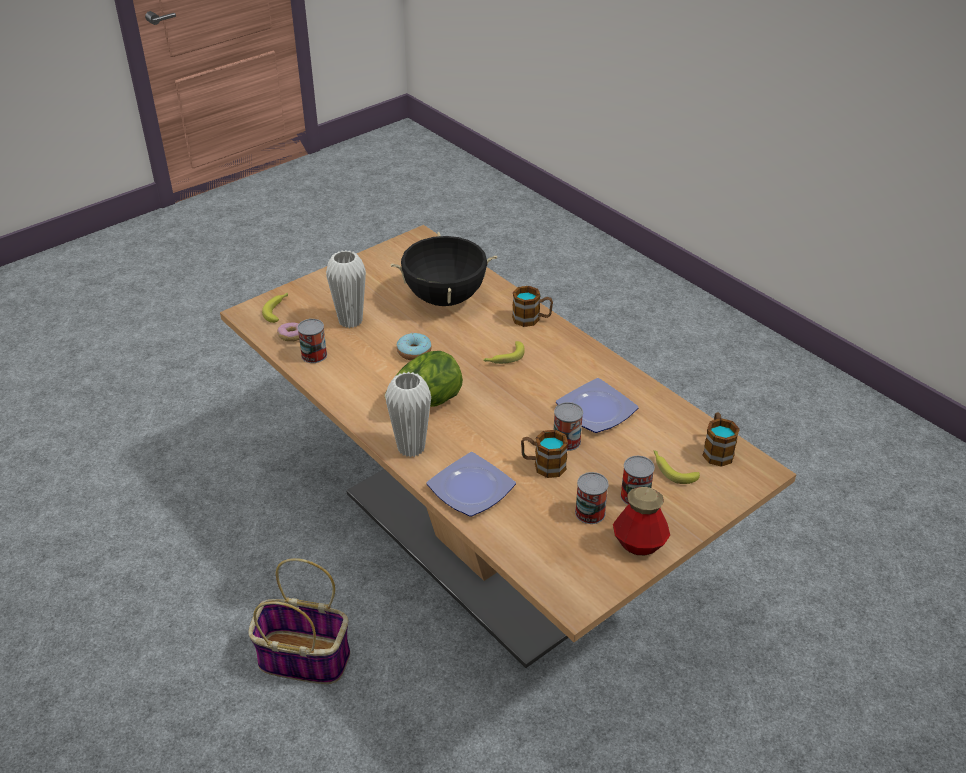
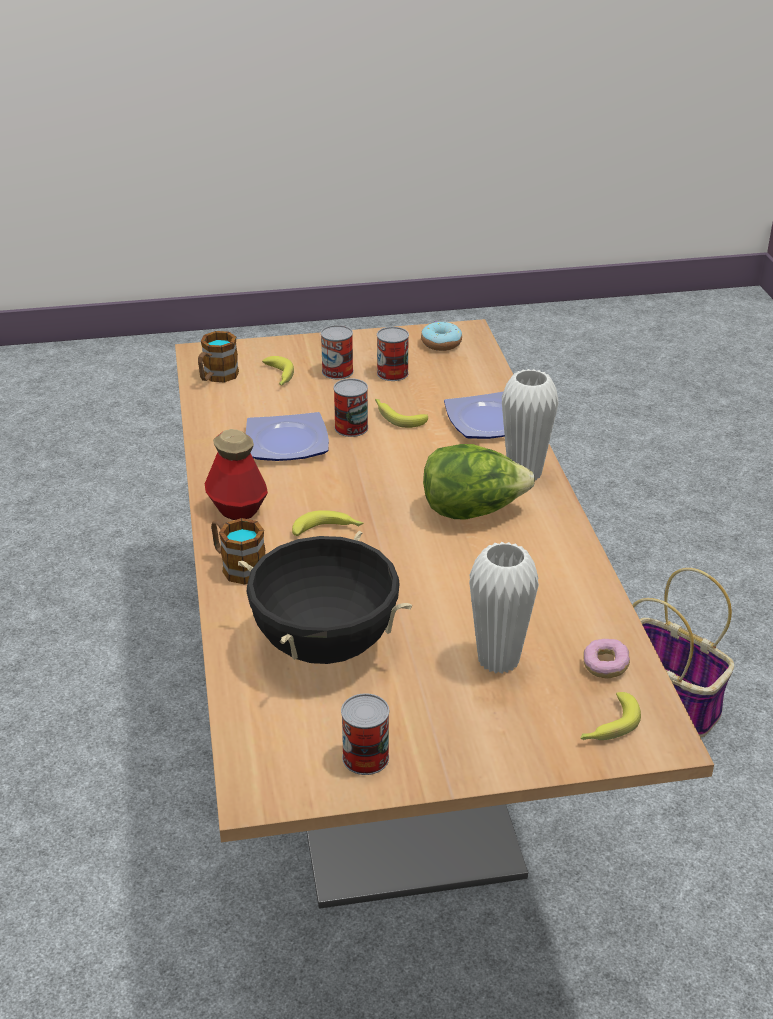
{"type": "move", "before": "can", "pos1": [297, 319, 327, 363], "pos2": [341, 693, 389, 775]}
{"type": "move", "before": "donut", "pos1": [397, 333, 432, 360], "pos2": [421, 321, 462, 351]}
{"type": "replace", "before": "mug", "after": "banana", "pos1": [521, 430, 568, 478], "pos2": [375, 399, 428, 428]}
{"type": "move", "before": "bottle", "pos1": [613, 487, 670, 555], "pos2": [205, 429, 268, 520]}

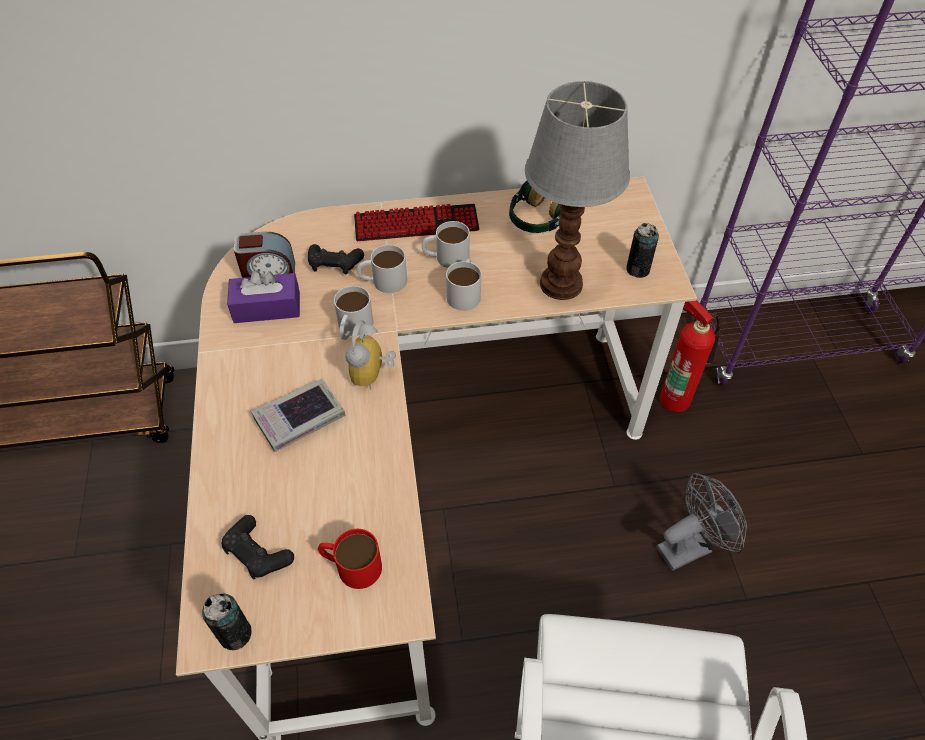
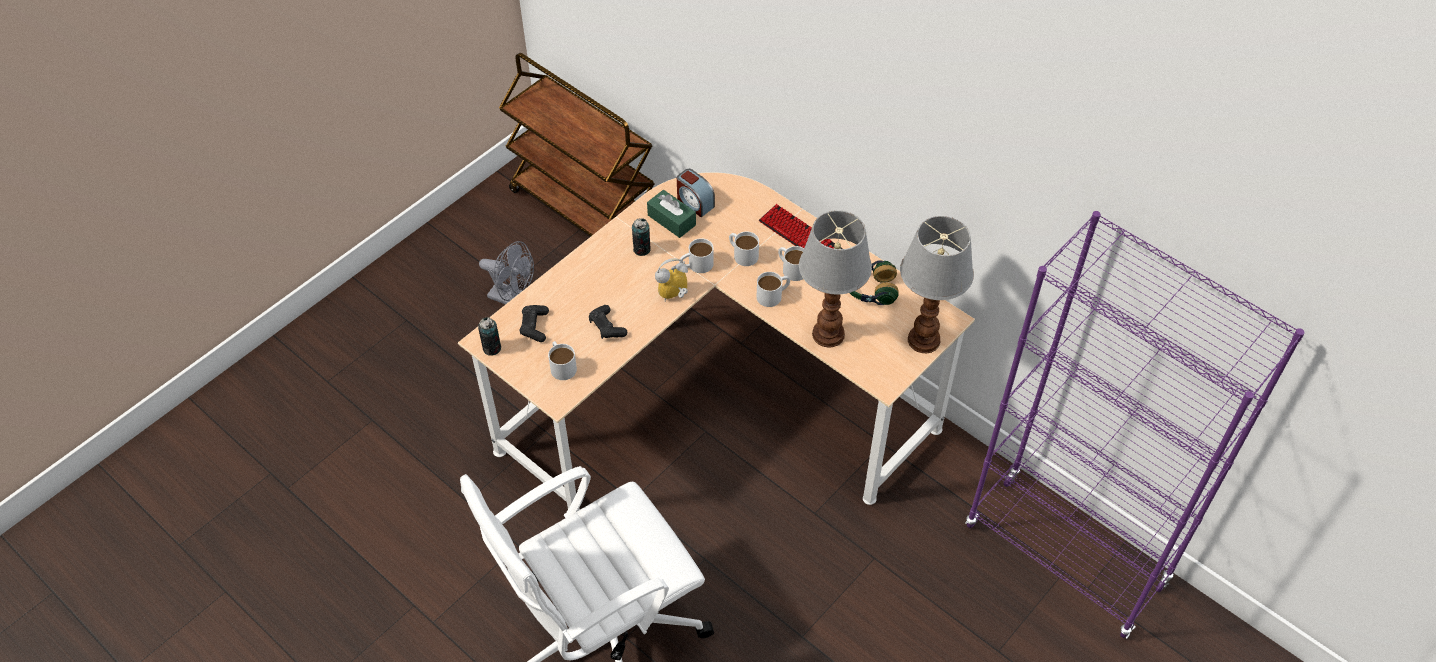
{"type": "move", "before": "can", "pos1": [626, 223, 659, 278], "pos2": [632, 218, 650, 256]}
{"type": "move", "before": "black game controller", "pos1": [308, 244, 364, 275], "pos2": [589, 305, 627, 339]}
{"type": "recolor", "before": "purple tissue box", "after": "green tissue box", "pos1": [227, 270, 300, 323], "pos2": [647, 190, 696, 238]}
{"type": "delete", "before": "fire extinguisher", "pos1": [660, 300, 721, 412]}
{"type": "delete", "before": "book", "pos1": [251, 379, 345, 452]}
{"type": "move", "before": "grey fan", "pos1": [657, 473, 747, 571], "pos2": [479, 241, 534, 305]}
{"type": "recolor", "before": "red mug", "after": "white mug", "pos1": [318, 529, 382, 589], "pos2": [548, 341, 577, 380]}
{"type": "insert", "after": "table lamp", "pos2": [900, 216, 974, 353]}

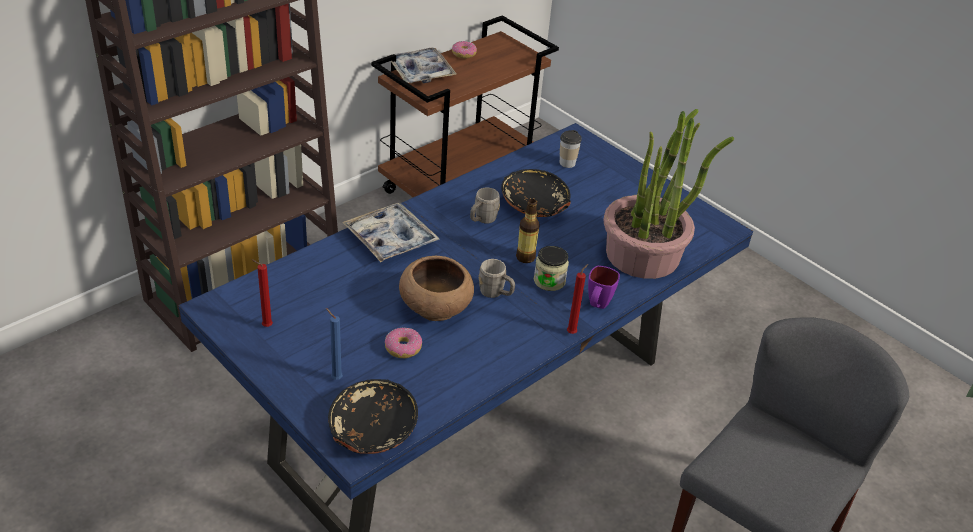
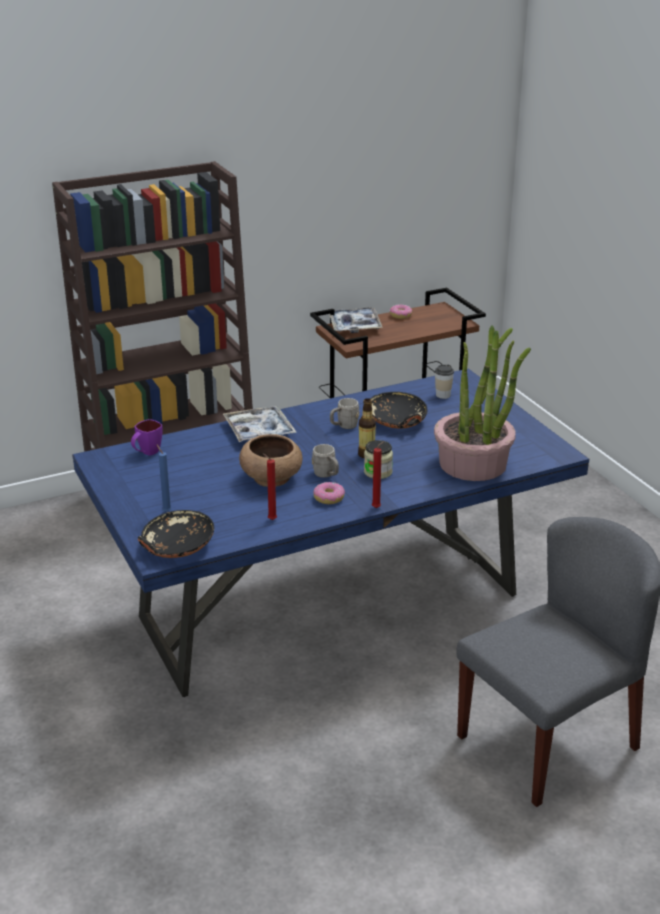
{"type": "move", "before": "red candle", "pos1": [252, 260, 273, 327], "pos2": [263, 454, 277, 520]}
{"type": "move", "before": "purple mug", "pos1": [588, 266, 620, 309], "pos2": [131, 419, 163, 456]}
{"type": "move", "before": "donut", "pos1": [385, 328, 422, 358], "pos2": [314, 482, 345, 504]}

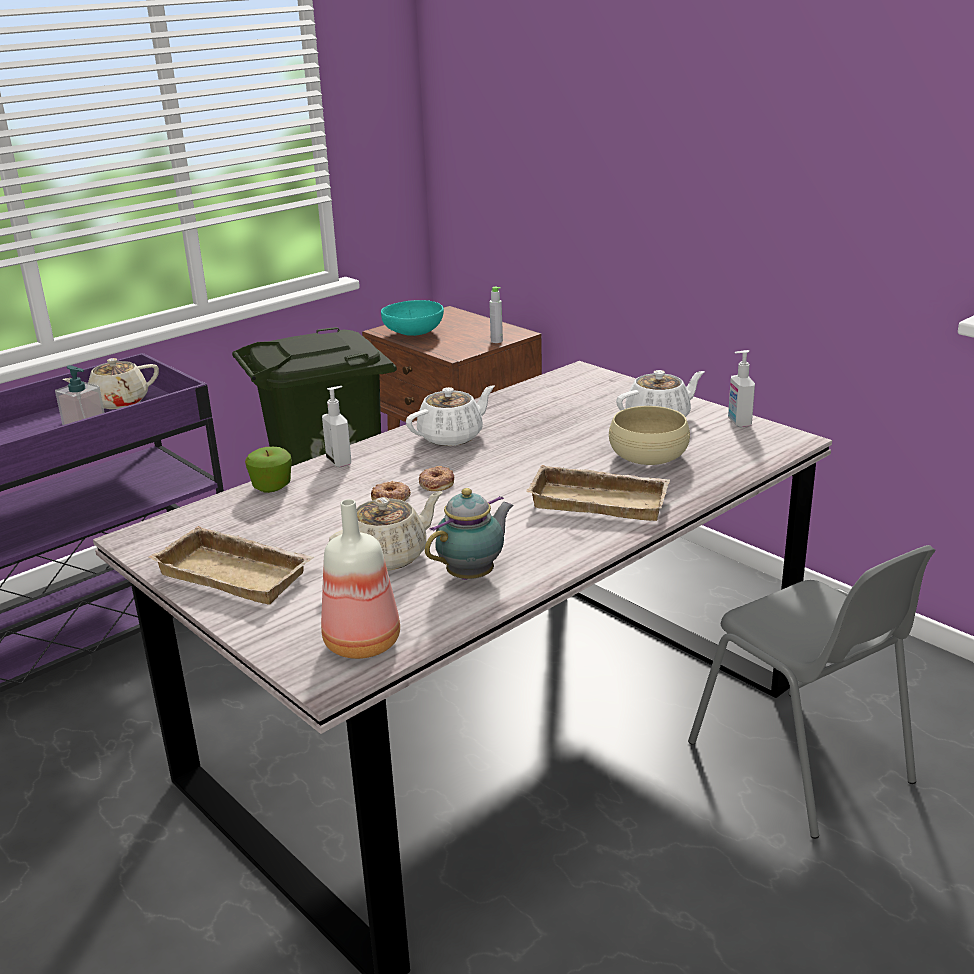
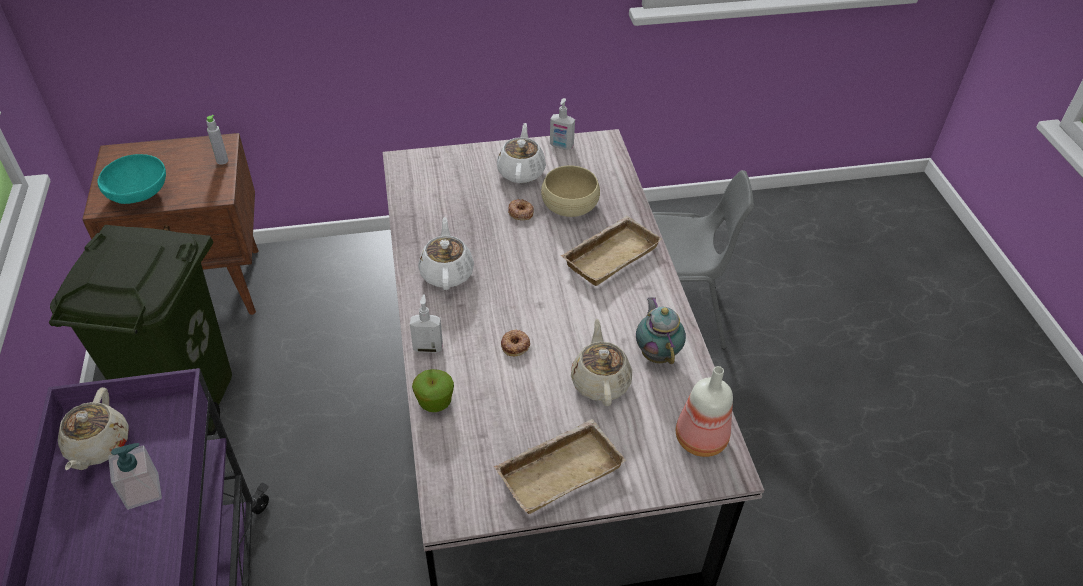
{"type": "move", "before": "donut", "pos1": [419, 466, 454, 491], "pos2": [508, 199, 534, 220]}

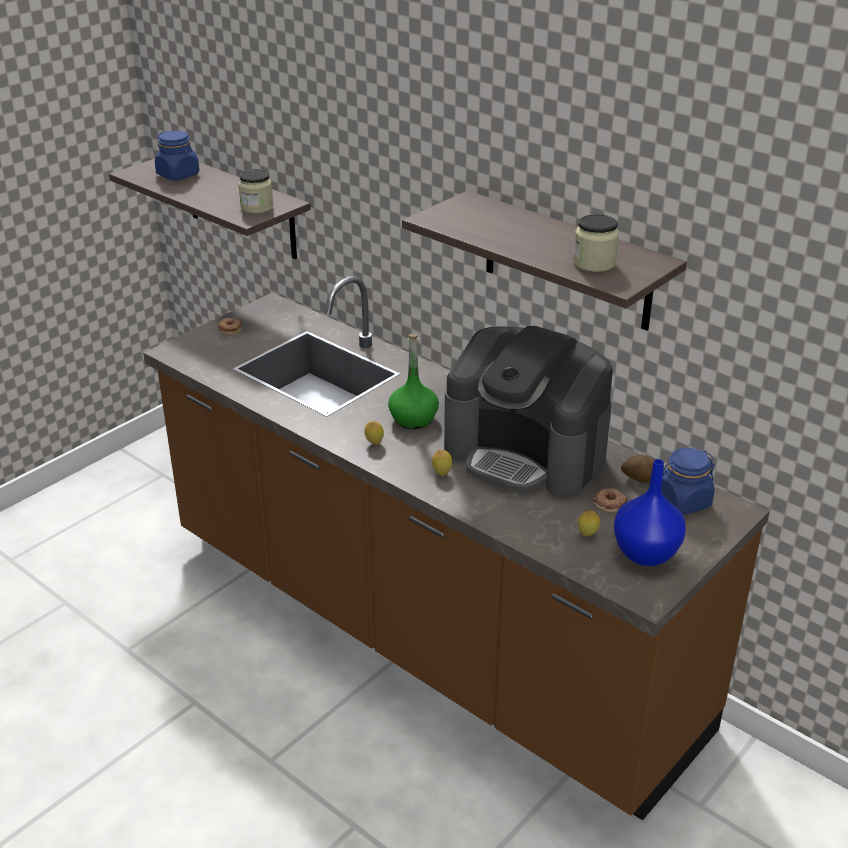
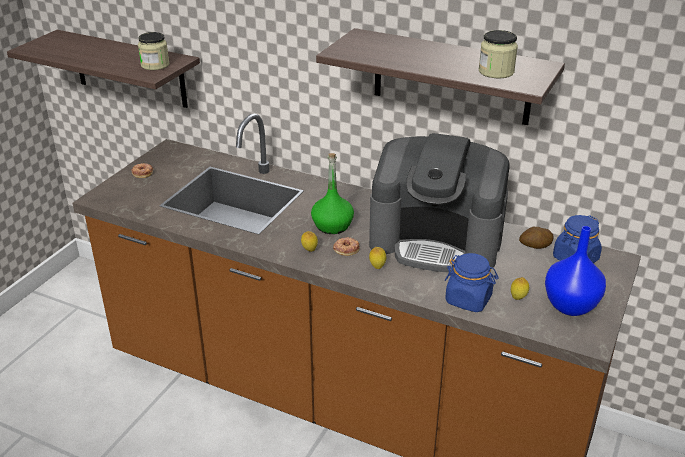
{"type": "move", "before": "blue jar", "pos1": [155, 131, 199, 180], "pos2": [445, 253, 499, 312]}
{"type": "move", "before": "donut", "pos1": [593, 488, 627, 512], "pos2": [333, 237, 360, 256]}

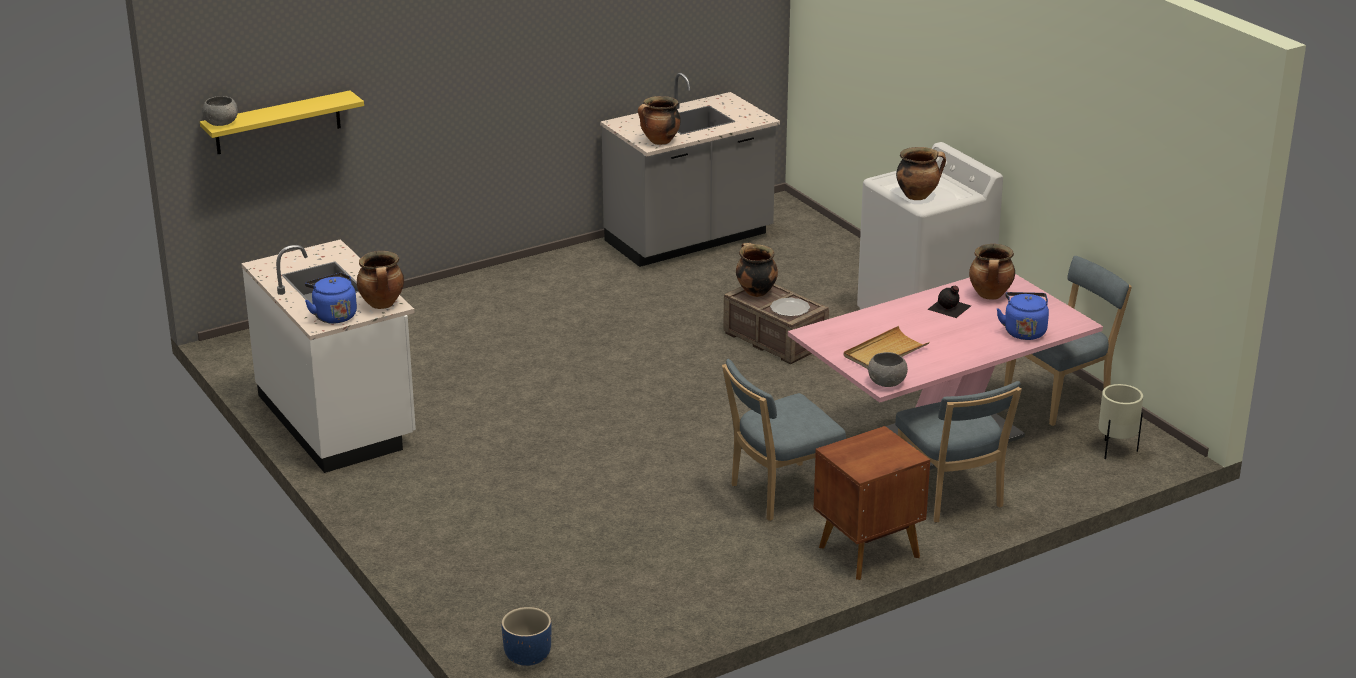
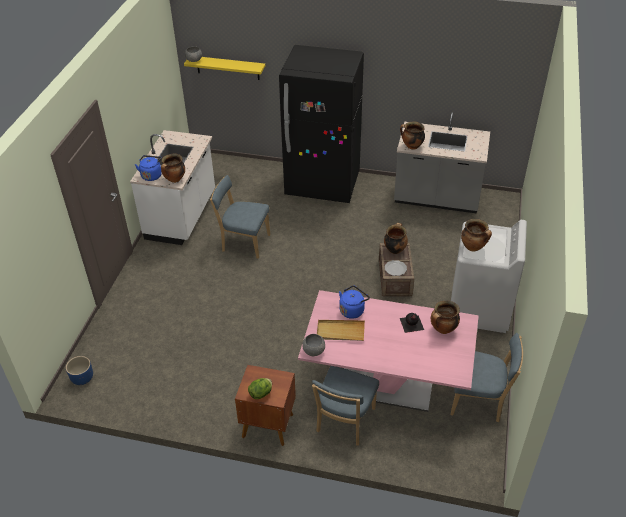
{"type": "move", "before": "blue kettle", "pos1": [997, 292, 1049, 340], "pos2": [339, 285, 370, 319]}
{"type": "move", "before": "blue chair", "pos1": [722, 359, 846, 521], "pos2": [210, 175, 271, 259]}
{"type": "delete", "before": "beige planter", "pos1": [1098, 384, 1143, 459]}
{"type": "insert", "after": "black fridge", "pos2": [279, 45, 364, 203]}
{"type": "insert", "after": "lettuce", "pos2": [248, 378, 272, 399]}

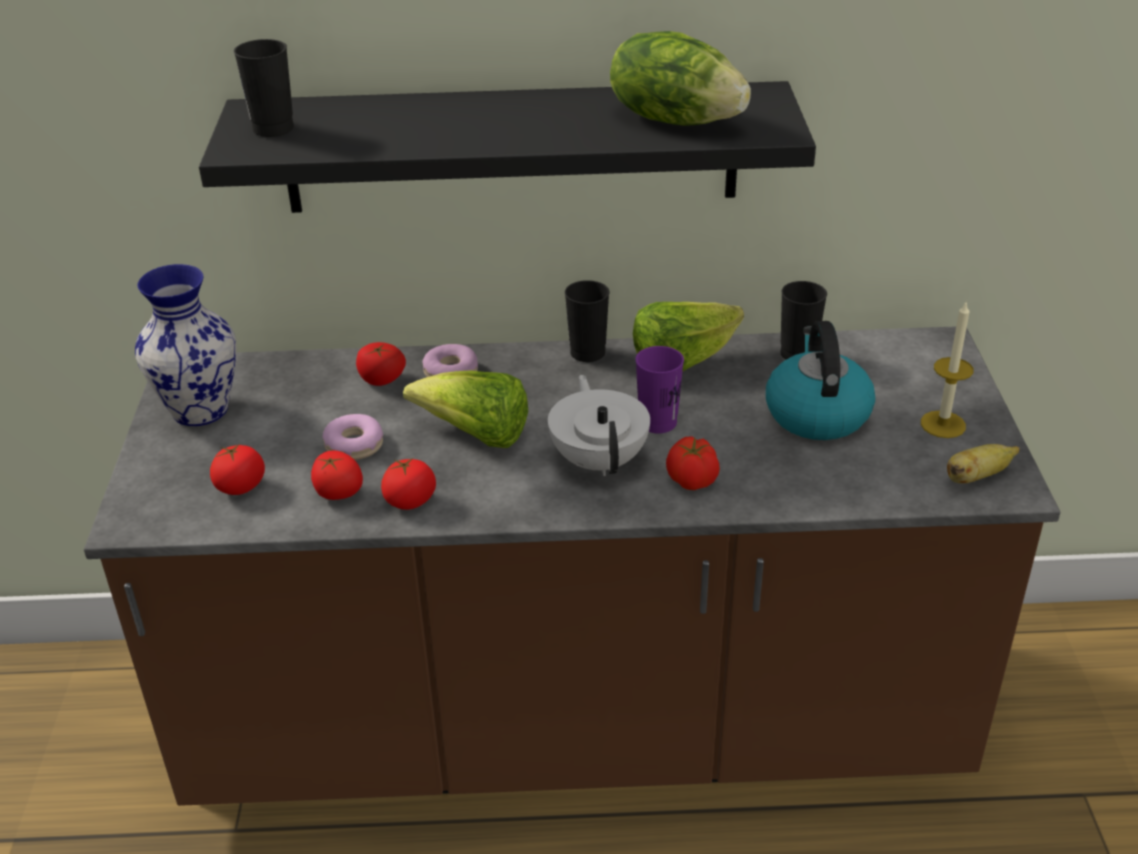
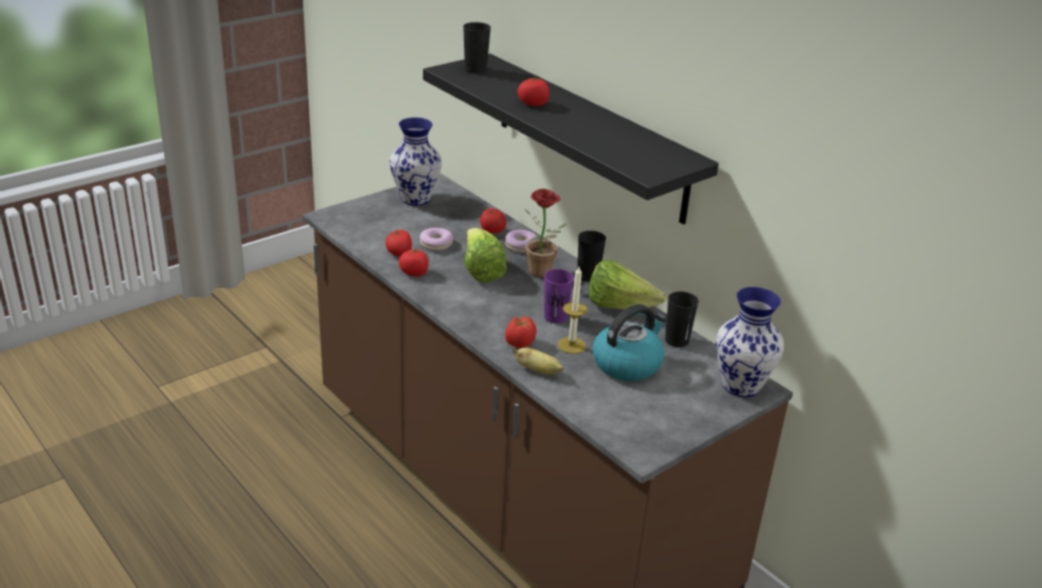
{"type": "delete", "before": "lettuce", "pos1": [610, 31, 751, 126]}
{"type": "move", "before": "candle", "pos1": [921, 301, 974, 438], "pos2": [558, 267, 588, 354]}
{"type": "delete", "before": "white teapot", "pos1": [548, 374, 650, 476]}
{"type": "move", "before": "tomato", "pos1": [210, 444, 265, 495], "pos2": [517, 76, 549, 106]}
{"type": "move", "before": "banana", "pos1": [947, 444, 1020, 484], "pos2": [512, 346, 563, 375]}
{"type": "insert", "after": "potted plant", "pos2": [525, 189, 566, 278]}
{"type": "insert", "after": "vase", "pos2": [716, 287, 784, 397]}

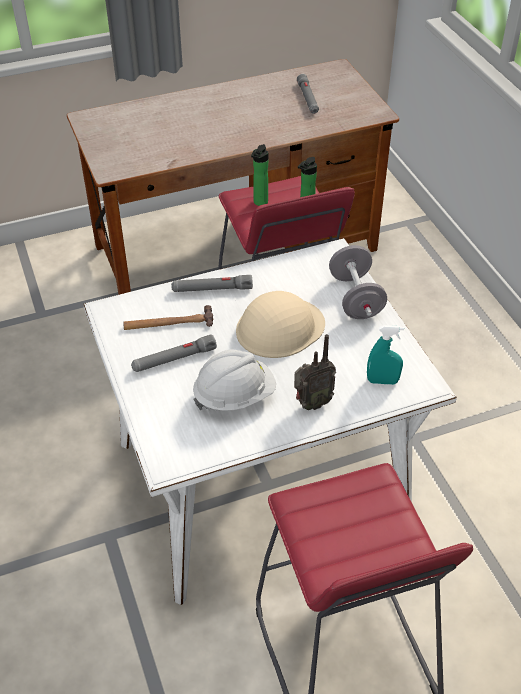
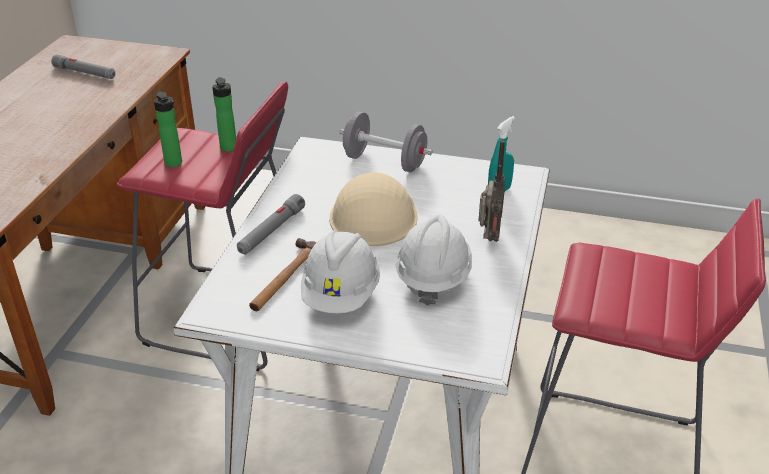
{"type": "replace", "before": "grey flashlight", "after": "white hard hat", "pos1": [131, 334, 217, 372], "pos2": [301, 230, 380, 313]}

